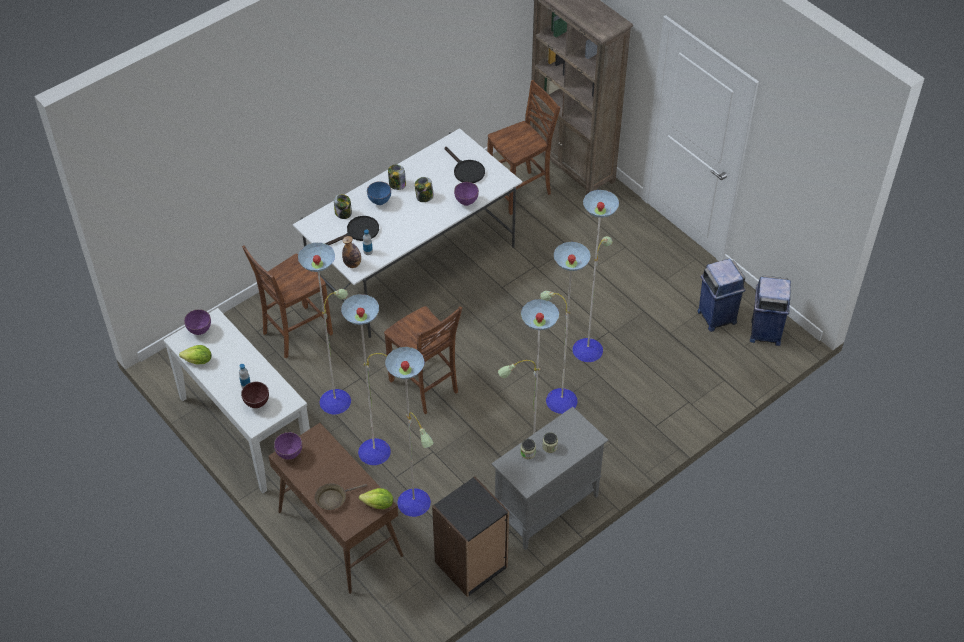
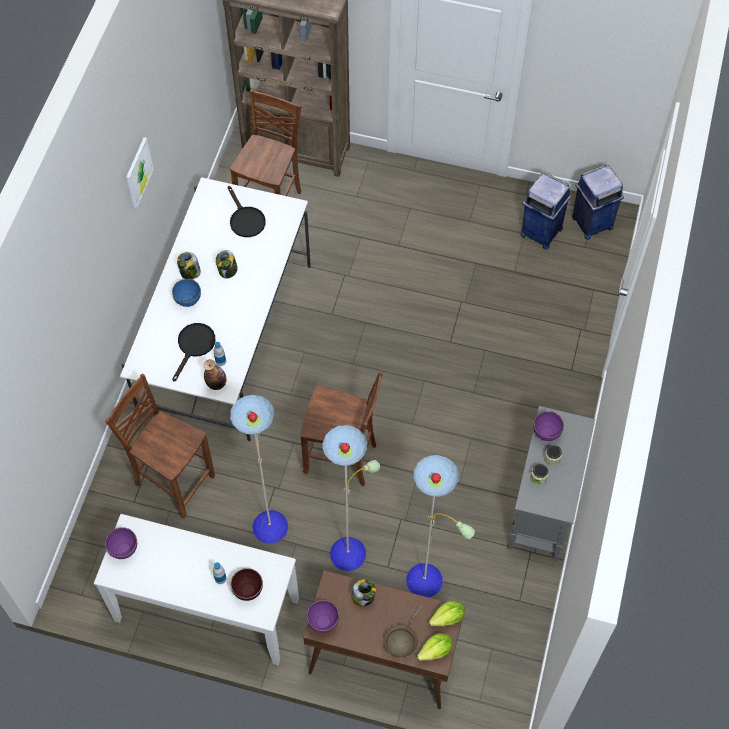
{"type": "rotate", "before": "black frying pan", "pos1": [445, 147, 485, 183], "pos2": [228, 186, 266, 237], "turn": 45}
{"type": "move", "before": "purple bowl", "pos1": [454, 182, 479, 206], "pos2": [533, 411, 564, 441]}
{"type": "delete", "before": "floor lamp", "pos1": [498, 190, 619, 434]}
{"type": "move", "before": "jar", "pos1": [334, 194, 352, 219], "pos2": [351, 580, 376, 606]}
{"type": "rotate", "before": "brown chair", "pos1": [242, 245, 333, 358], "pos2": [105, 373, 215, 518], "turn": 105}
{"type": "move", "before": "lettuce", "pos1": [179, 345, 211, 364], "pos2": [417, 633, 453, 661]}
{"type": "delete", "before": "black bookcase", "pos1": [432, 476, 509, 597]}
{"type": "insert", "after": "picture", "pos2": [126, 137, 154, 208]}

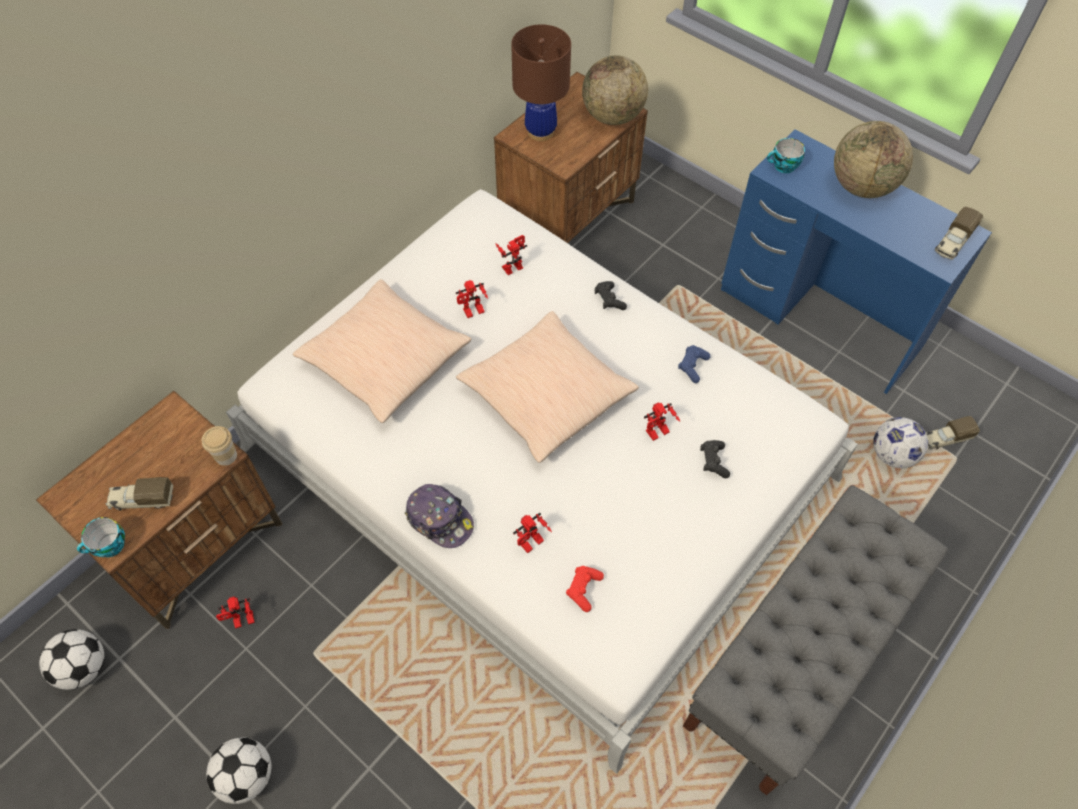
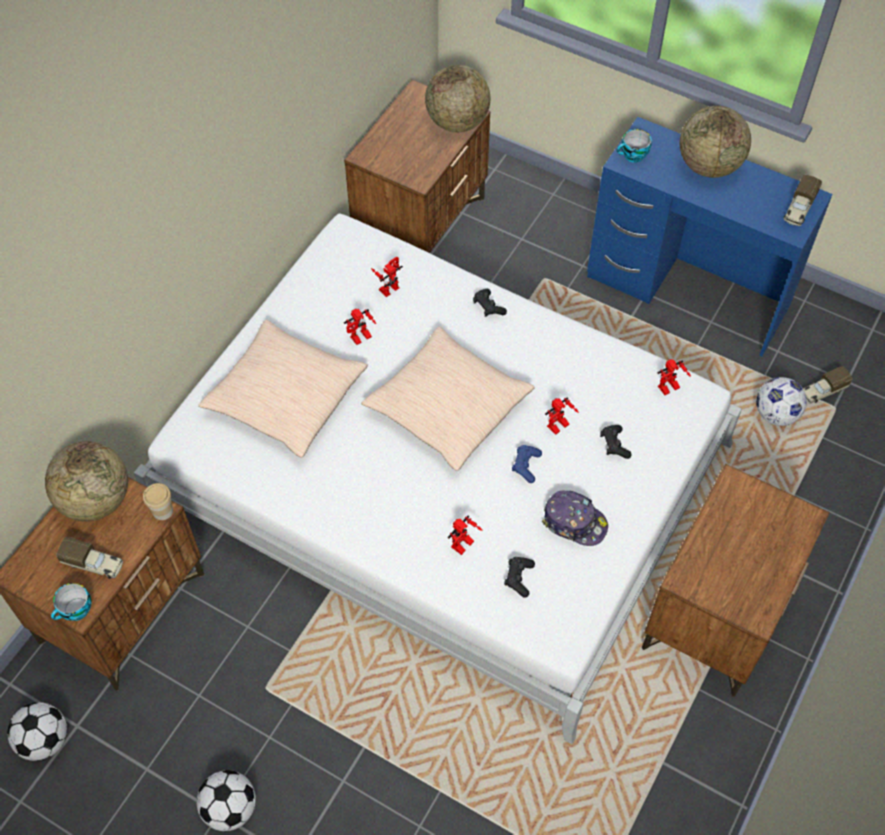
{"type": "delete", "before": "brown table lamp", "pos1": [511, 24, 571, 141]}
{"type": "move", "before": "blue game controller", "pos1": [678, 345, 711, 383], "pos2": [512, 445, 542, 483]}
{"type": "rotate", "before": "toy truck", "pos1": [106, 477, 173, 511], "pos2": [56, 537, 123, 579], "turn": -150}
{"type": "move", "before": "cap", "pos1": [405, 484, 474, 548], "pos2": [542, 491, 608, 546]}
{"type": "replace", "before": "grey bench", "after": "brown nightstand", "pos1": [683, 485, 948, 795], "pos2": [642, 464, 830, 697]}
{"type": "recolor", "before": "red game controller", "after": "black game controller", "pos1": [566, 566, 604, 612], "pos2": [504, 557, 535, 598]}
{"type": "move", "before": "toy robot", "pos1": [216, 596, 255, 628], "pos2": [657, 359, 691, 395]}
{"type": "insert", "after": "globe", "pos2": [45, 441, 128, 522]}

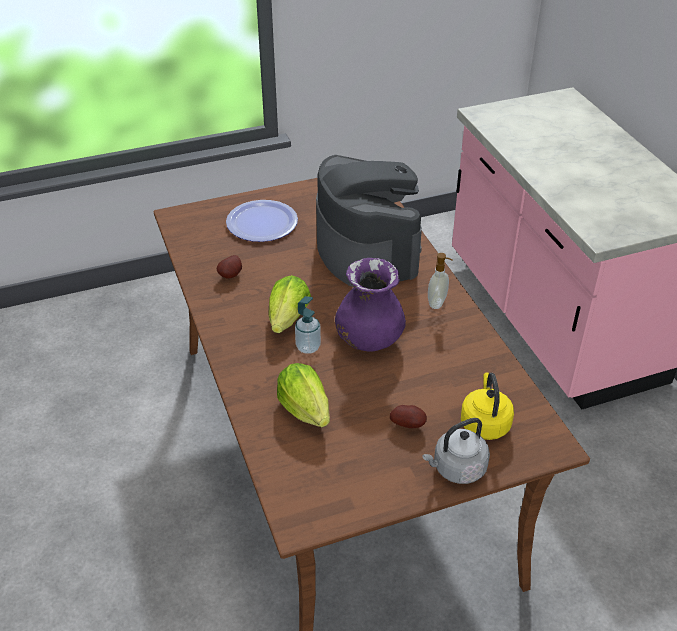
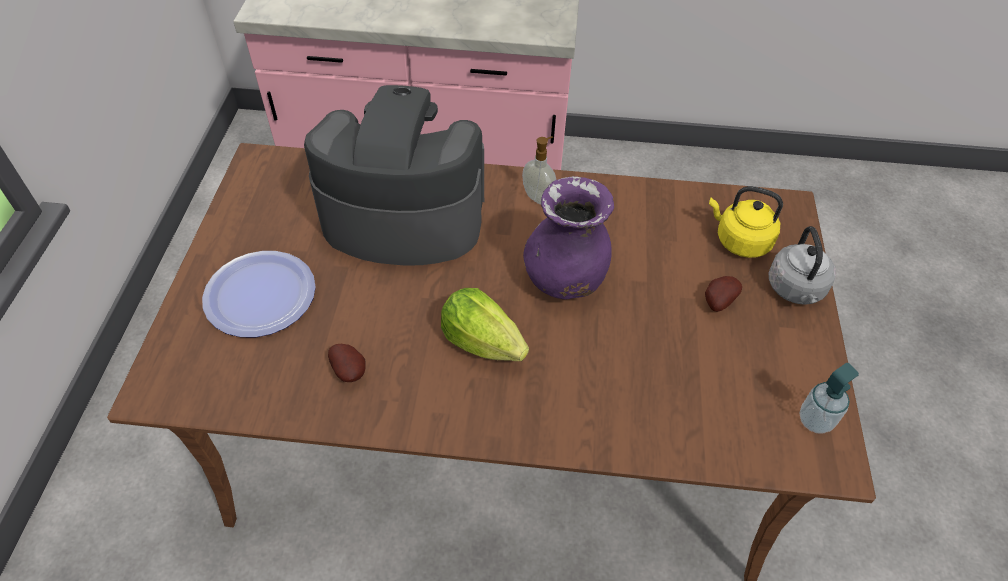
{"type": "move", "before": "soap dispenser", "pos1": [295, 296, 321, 354], "pos2": [800, 363, 859, 434]}
{"type": "delete", "before": "lettuce", "pos1": [277, 363, 330, 427]}

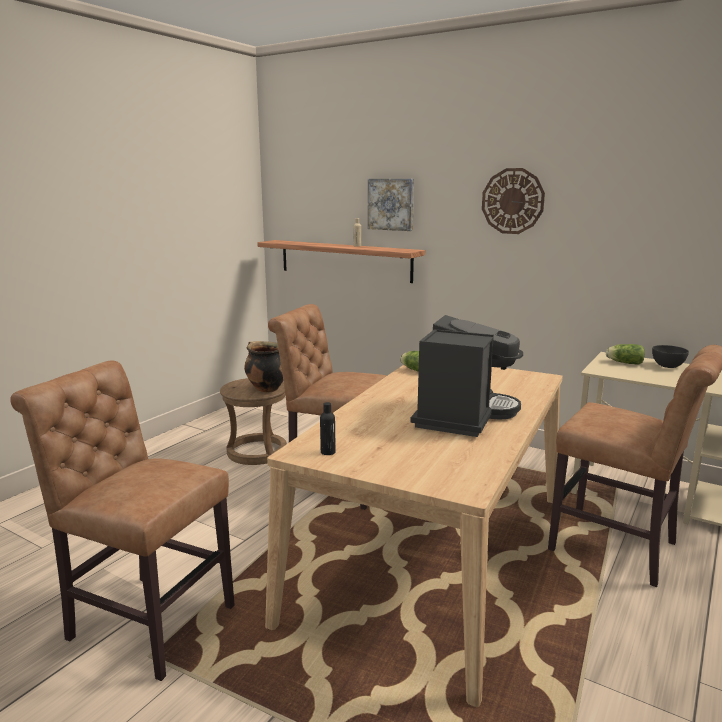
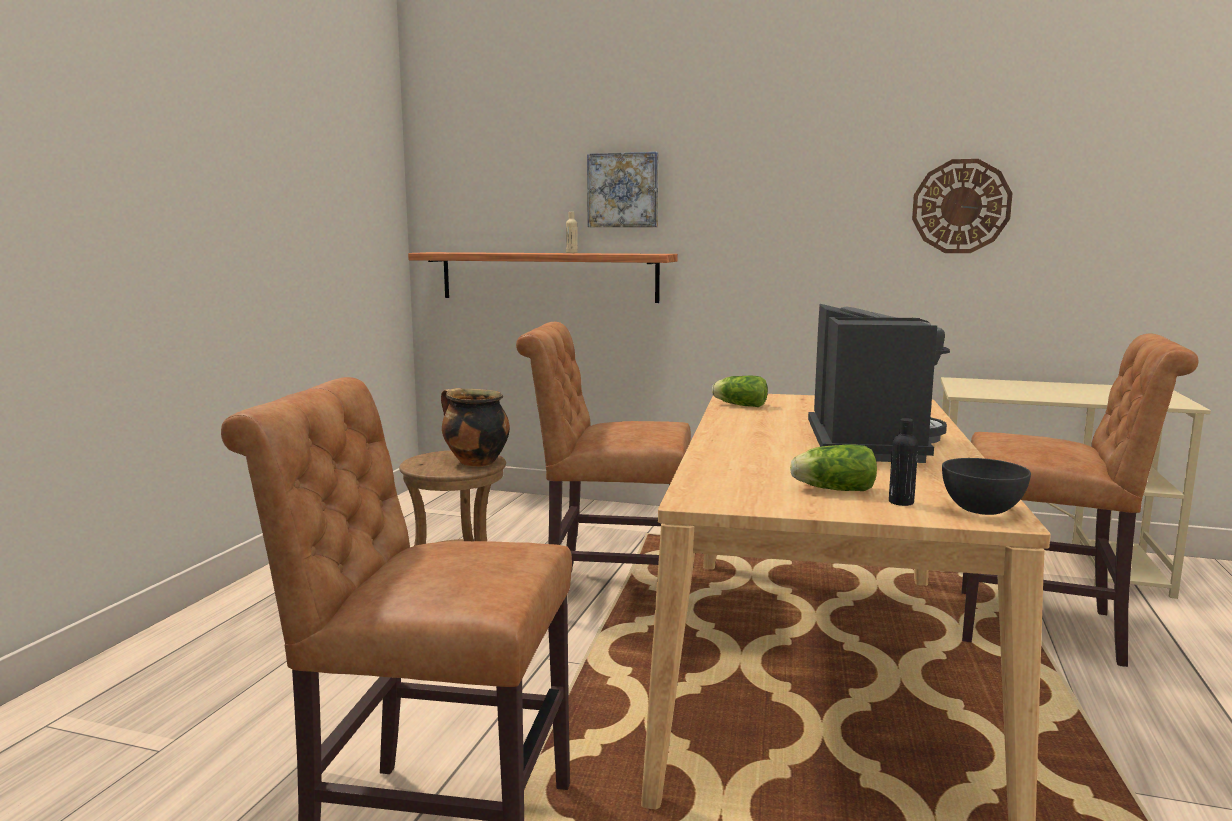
{"type": "move", "before": "wall clock", "pos1": [482, 168, 545, 234], "pos2": [912, 159, 1013, 253]}
{"type": "move", "before": "lettuce", "pos1": [606, 344, 645, 365], "pos2": [790, 444, 877, 491]}
{"type": "move", "before": "grey bowl", "pos1": [652, 345, 689, 368], "pos2": [942, 458, 1031, 515]}
{"type": "move", "before": "black bottle", "pos1": [320, 402, 336, 455], "pos2": [889, 418, 918, 506]}

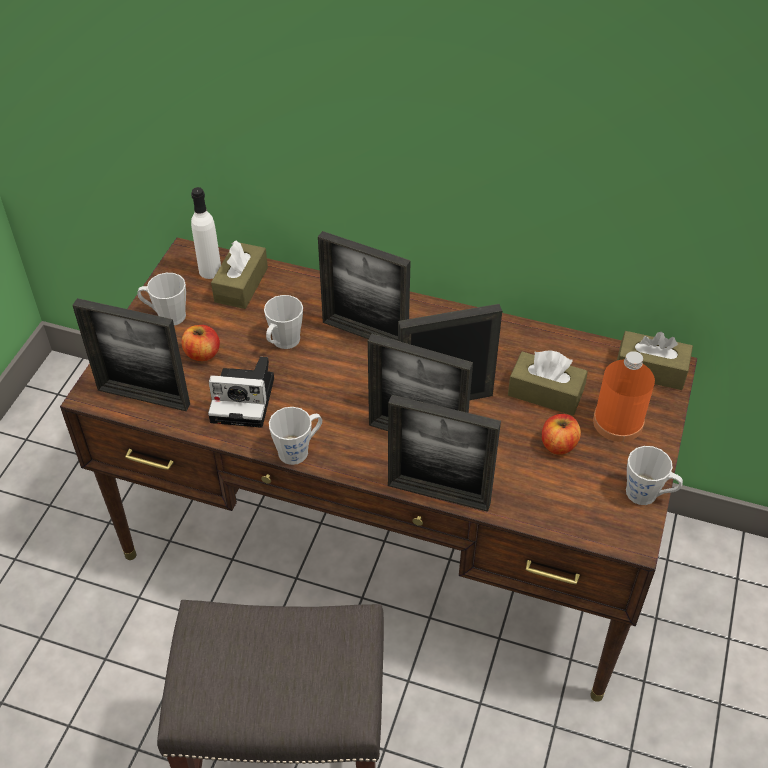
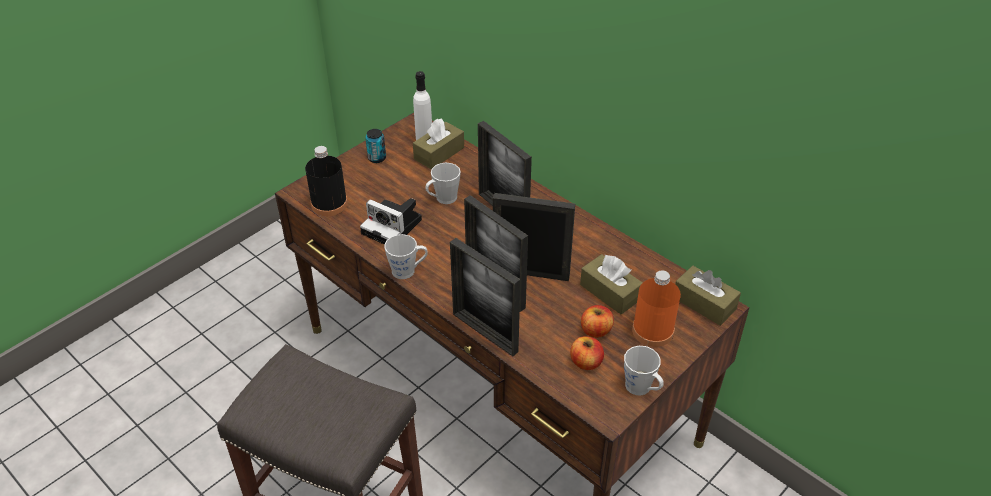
{"type": "replace", "before": "grey mug", "after": "can", "pos1": [137, 273, 186, 325], "pos2": [365, 129, 386, 163]}
{"type": "replace", "before": "picture frame", "after": "black bottle", "pos1": [72, 298, 190, 411], "pos2": [305, 146, 348, 216]}
{"type": "move", "before": "apple", "pos1": [181, 325, 220, 361], "pos2": [570, 336, 604, 370]}

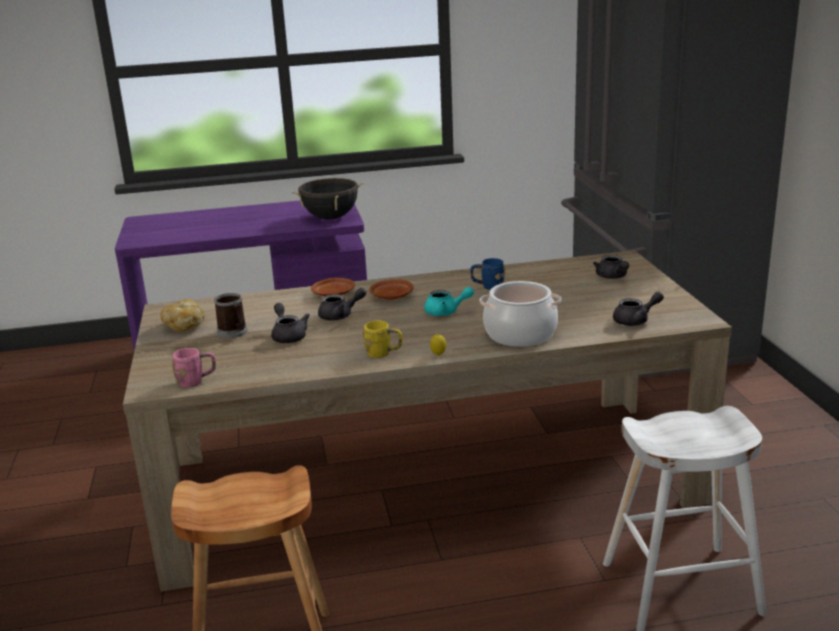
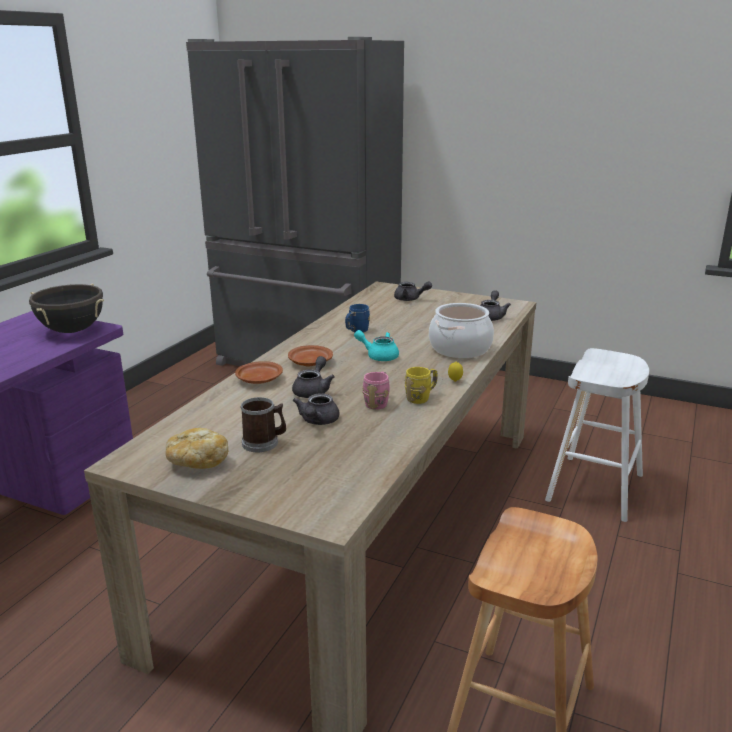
{"type": "rotate", "before": "turquoise teapot", "pos1": [424, 287, 474, 316], "pos2": [354, 330, 399, 361], "turn": -105}
{"type": "rotate", "before": "grey teapot", "pos1": [271, 303, 310, 343], "pos2": [293, 393, 340, 425], "turn": -90}
{"type": "move", "before": "pink mug", "pos1": [172, 348, 216, 387], "pos2": [362, 372, 390, 410]}

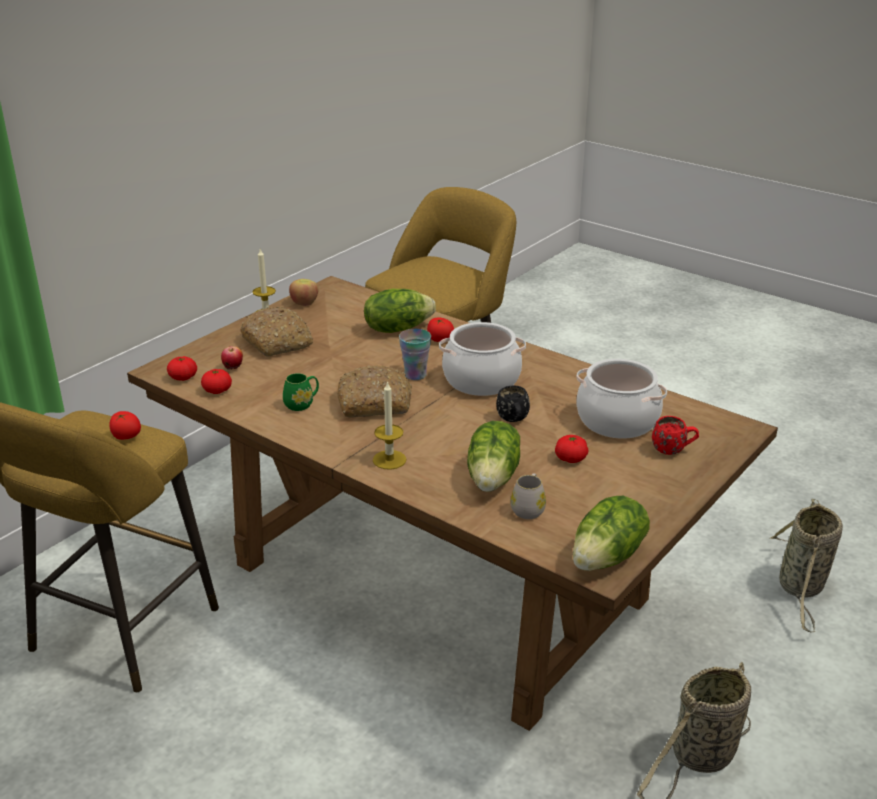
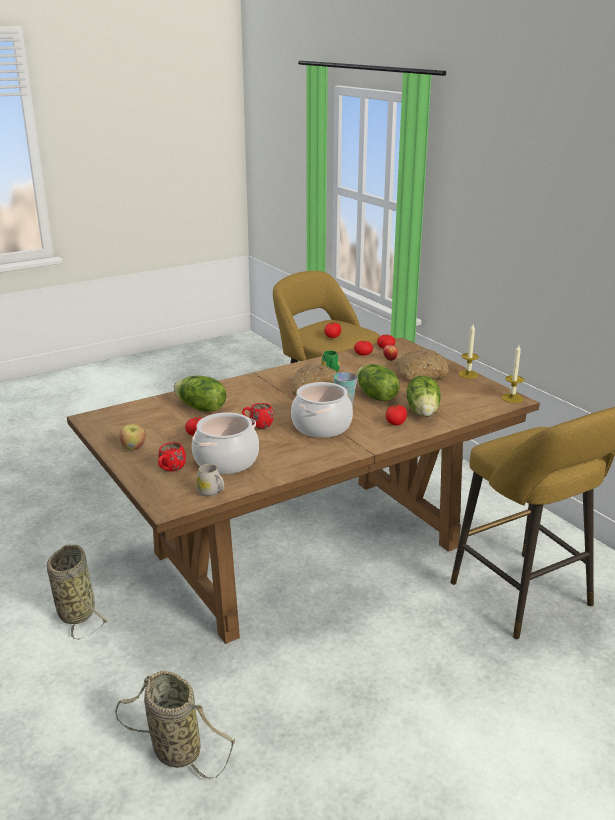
{"type": "move", "before": "apple", "pos1": [289, 279, 318, 306], "pos2": [119, 424, 146, 450]}
{"type": "move", "before": "candle", "pos1": [373, 381, 406, 470], "pos2": [501, 345, 524, 403]}
{"type": "recolor", "before": "black mug", "after": "red mug", "pos1": [496, 385, 530, 422], "pos2": [242, 403, 274, 429]}
{"type": "move", "before": "white mug", "pos1": [511, 473, 546, 519], "pos2": [196, 464, 224, 497]}
{"type": "move", "before": "lettuce", "pos1": [573, 496, 650, 571], "pos2": [356, 364, 400, 402]}

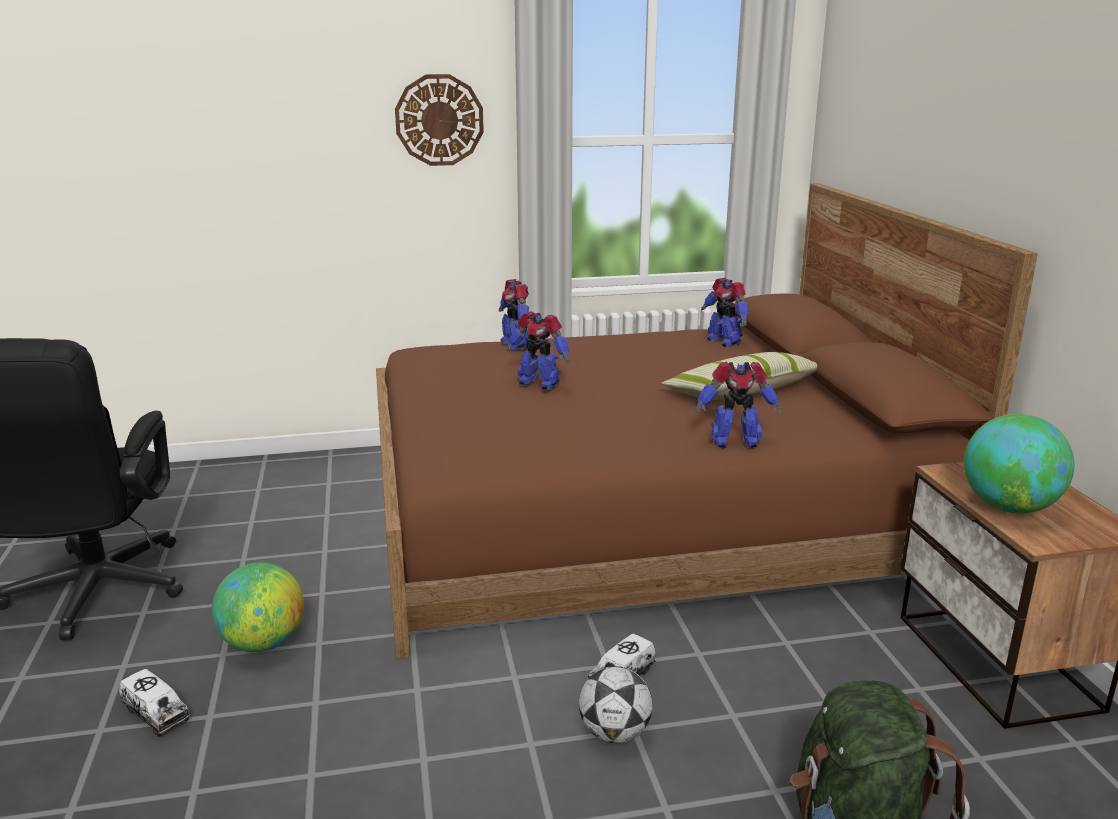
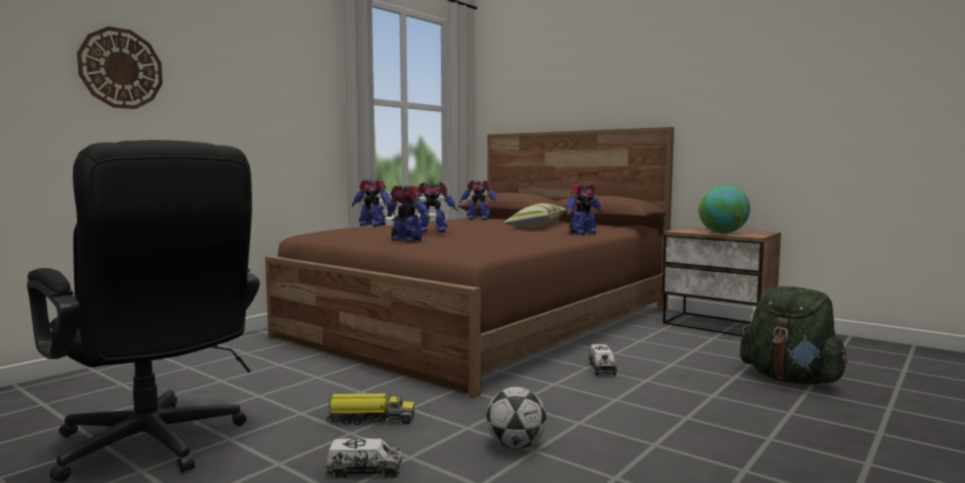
{"type": "move", "before": "wall clock", "pos1": [395, 74, 484, 166], "pos2": [77, 26, 163, 109]}
{"type": "replace", "before": "globe", "after": "toy truck", "pos1": [212, 563, 304, 652], "pos2": [327, 394, 414, 425]}
{"type": "move", "before": "football", "pos1": [579, 666, 653, 743], "pos2": [486, 387, 546, 449]}
{"type": "insert", "after": "toy robot", "pos2": [387, 185, 430, 242]}

